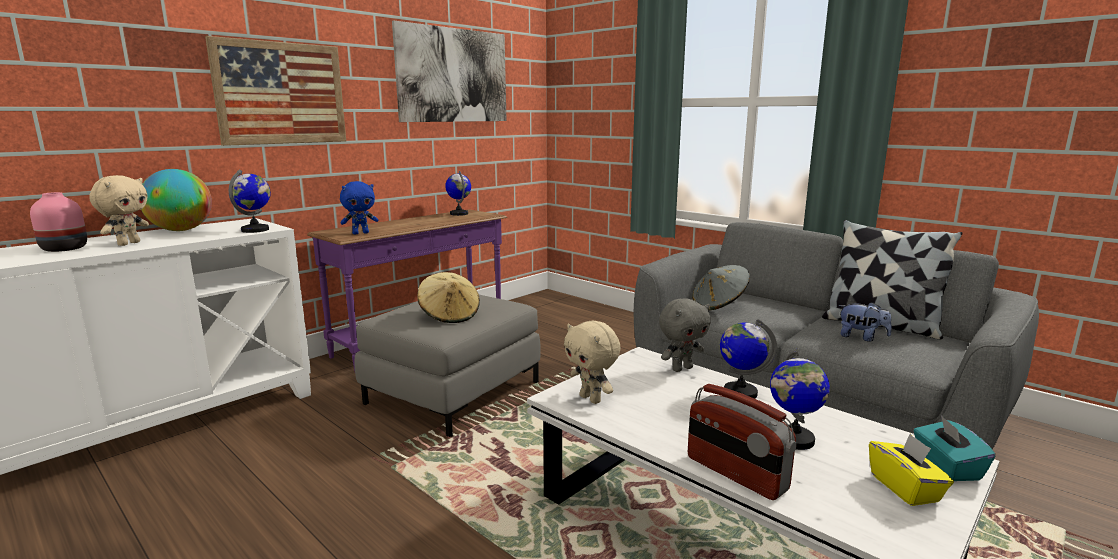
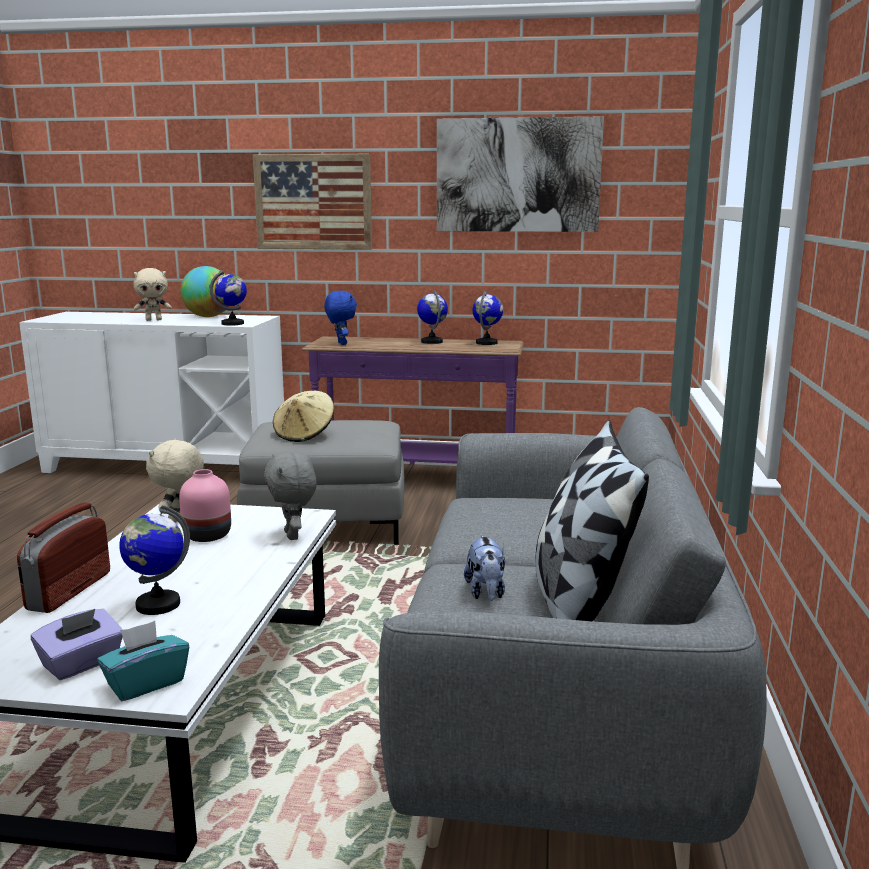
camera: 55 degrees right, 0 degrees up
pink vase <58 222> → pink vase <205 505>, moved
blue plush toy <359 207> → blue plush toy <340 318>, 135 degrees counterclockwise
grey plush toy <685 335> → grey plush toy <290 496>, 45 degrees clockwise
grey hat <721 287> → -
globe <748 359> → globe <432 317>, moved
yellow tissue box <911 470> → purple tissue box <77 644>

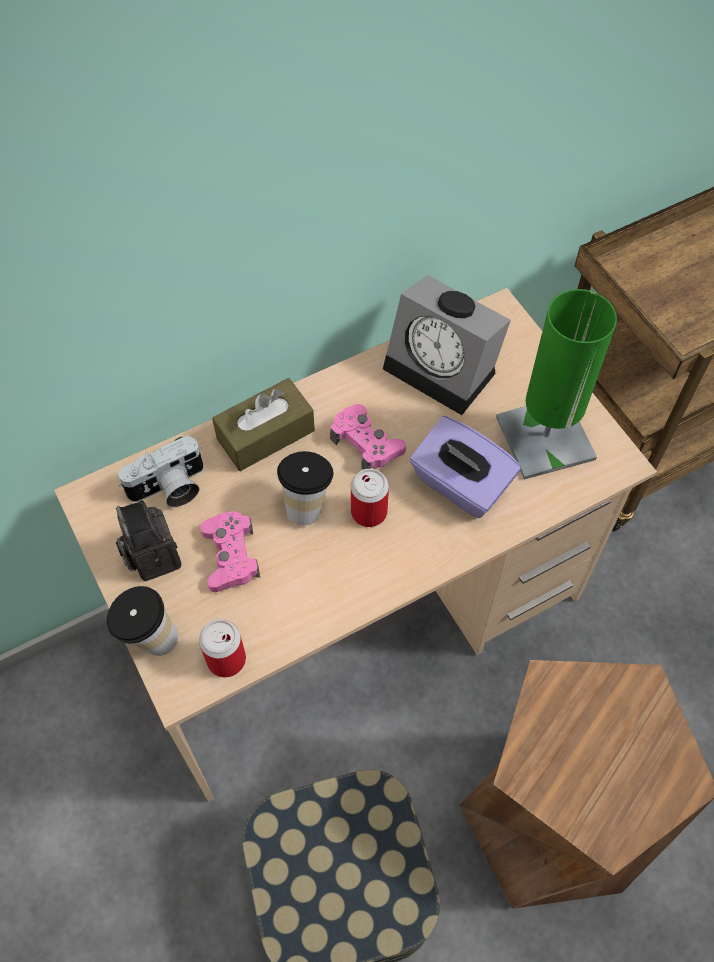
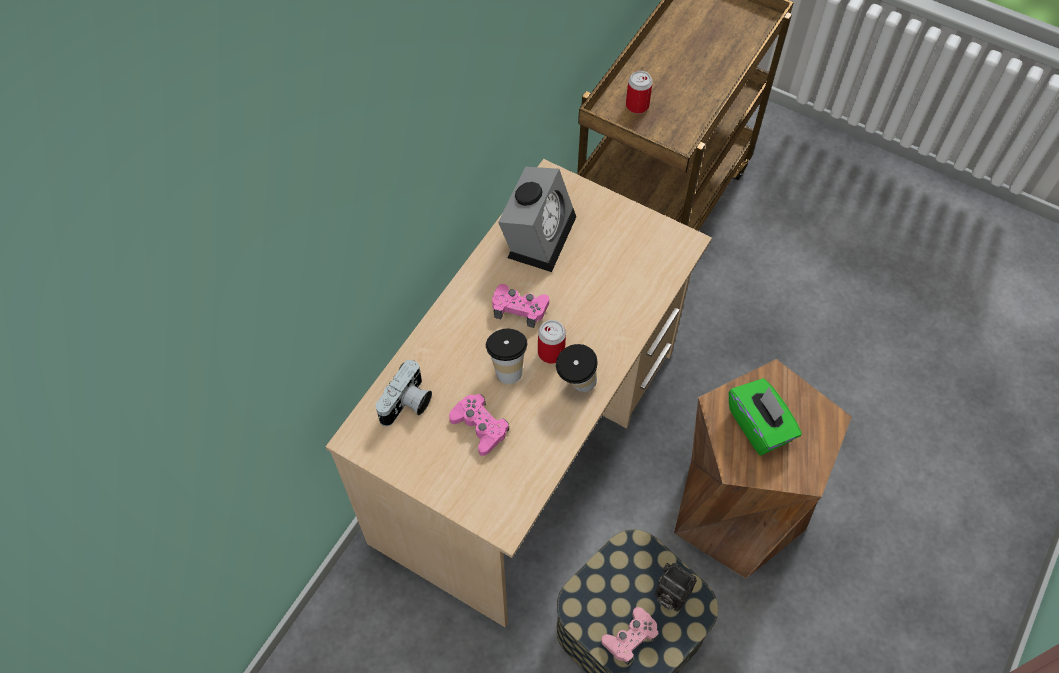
camera: 30 degrees left, 0 degrees up
cup <142 621> → cup <576 368>, moved
photo camera <149 540> → photo camera <676 587>, moved
can <222 648> → can <639 92>, moved
brown tissue box <263 424> → -
alarm clock <447 345> → alarm clock <537 219>, 75 degrees counterclockwise
purple tissue box <465 467> → -
green table lamp <556 384> → -
- → pink game controller <630 636>
- → green tissue box <765 416>

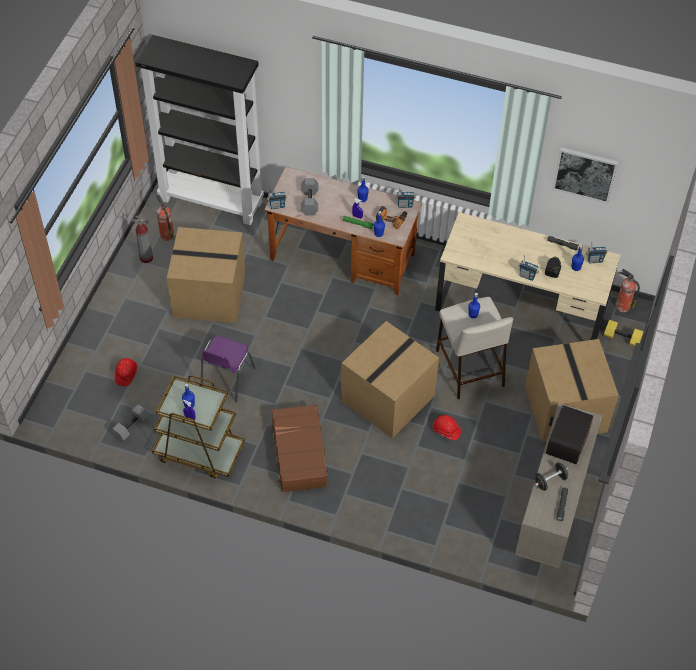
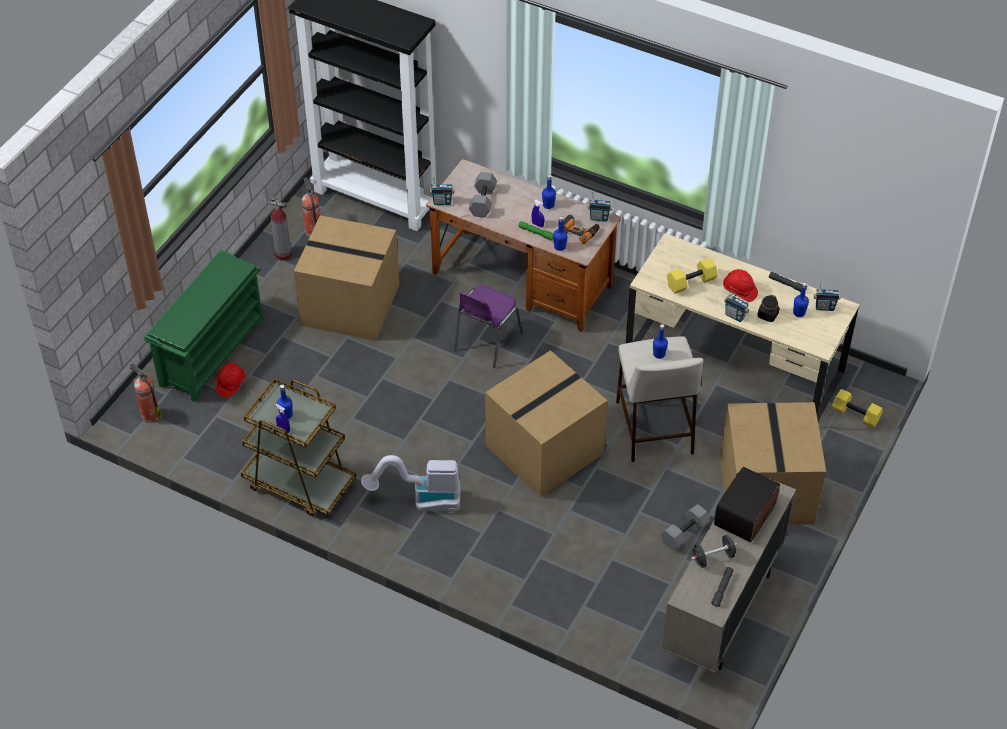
camera: 10 degrees right, 5 degrees down
grey dumbbell <130 423> → grey dumbbell <685 527>, moved
purple chair <228 369> → purple chair <488 326>, moved
brown suitcase <299 448> → vacuum cleaner <411 484>
red hard hat <446 427> → red hard hat <740 285>, moved
picture <585 175> → -
fire extinguisher <628 291> → fire extinguisher <146 393>, moved
- → green shoe rack <204 326>
- → yellow dumbbell <692 276>

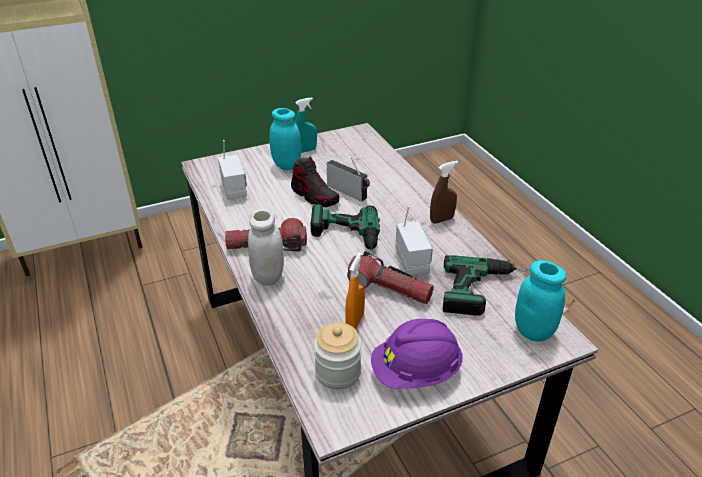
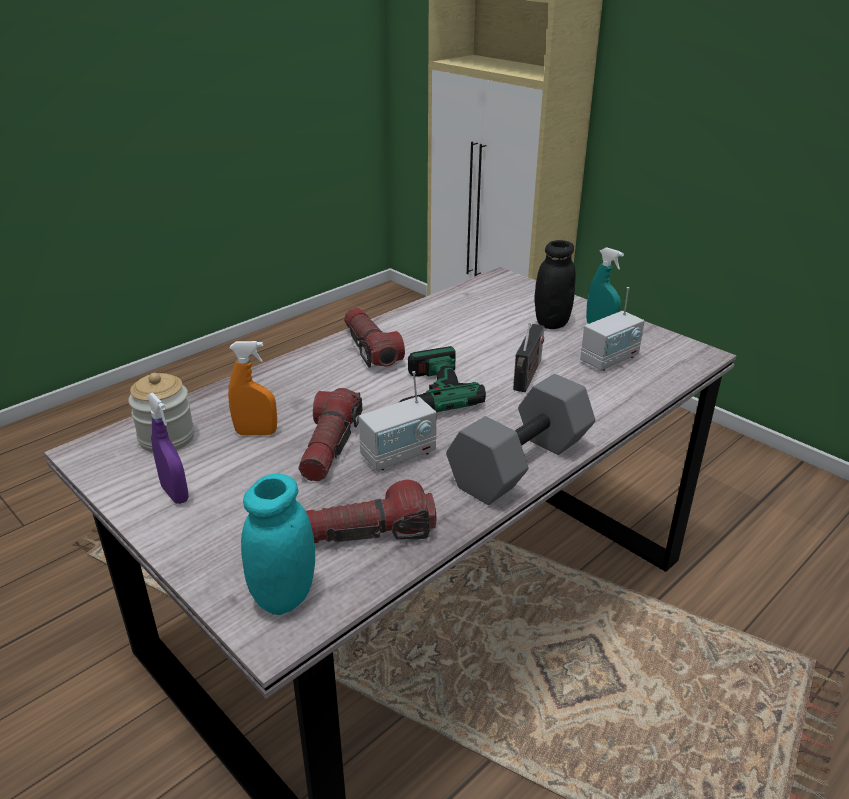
camera: 70 degrees right, 5 degrees down
radio <232 170> → radio <612 329>, moved
white jar <266 247> → -
turquoise jar <285 139> → black jar <555 284>
shoe <315 182> → -
purple hard hat <417 354> → purple spray bottle <168 448>
brown spray bottle <444 192> → grey dumbbell <520 439>
power drill <486 285> → flashlight <371 511>

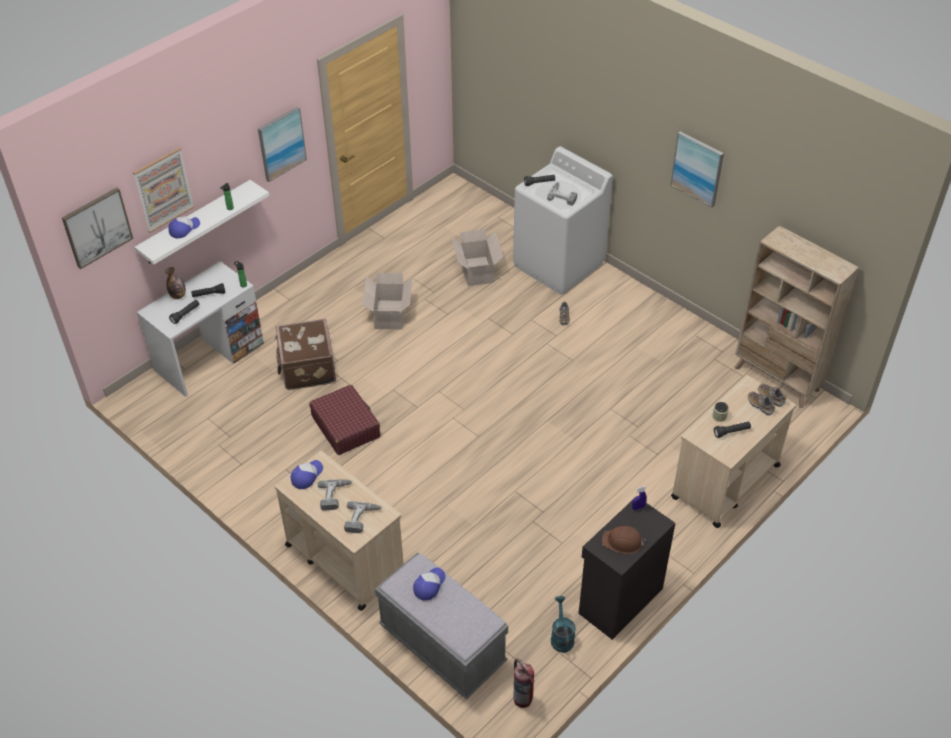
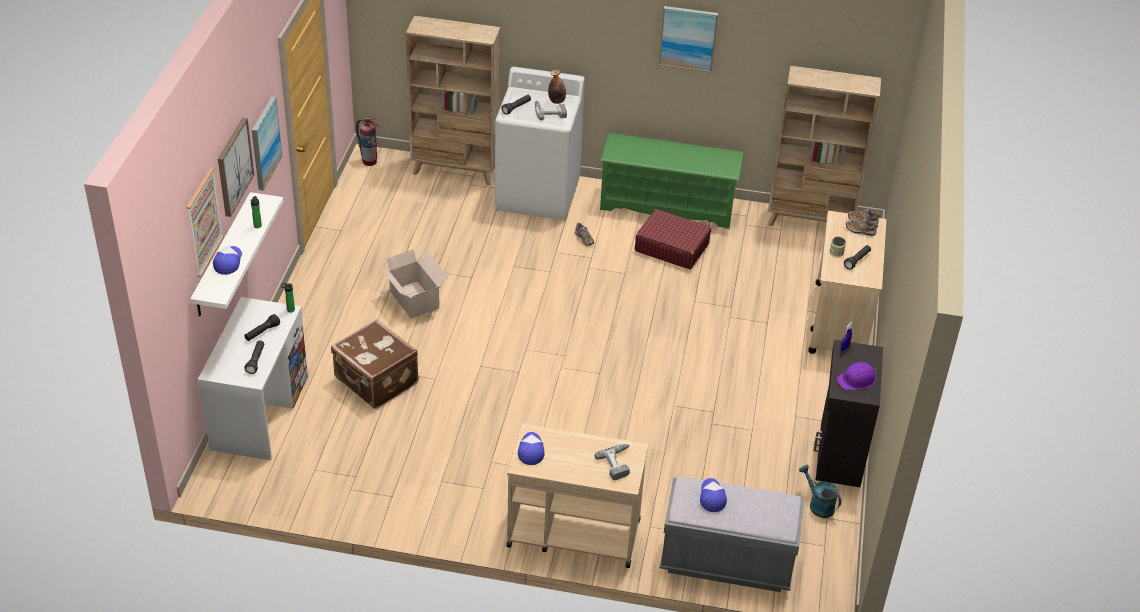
camera: 35 degrees left, 5 degrees down
picture <97 228> → picture <236 167>, moved
bottle <175 283> → bottle <557 86>, moved
red suitcase <345 420> → red suitcase <673 239>, moved
power drill <335 495> → -
cardboard box <477 257> → -
fire extinguisher <523 683> → fire extinguisher <367 141>, moved
brown hard hat <624 540> → purple hard hat <856 376>
- → beige bookcase <453 100>
- → green shoe rack <672 181>

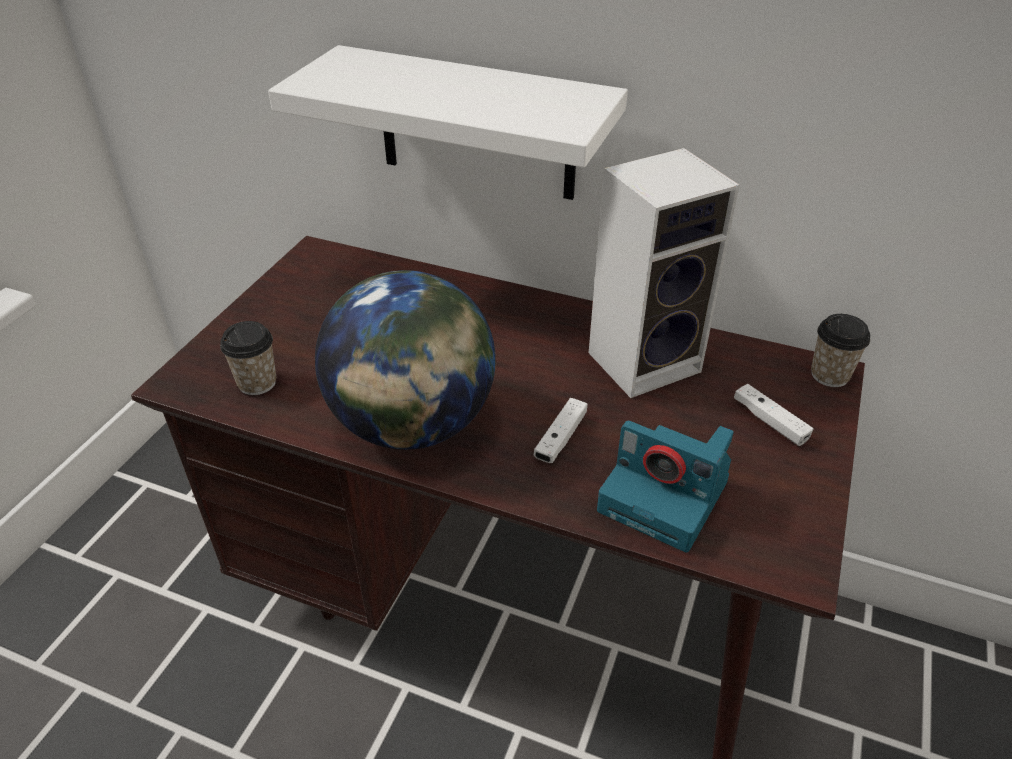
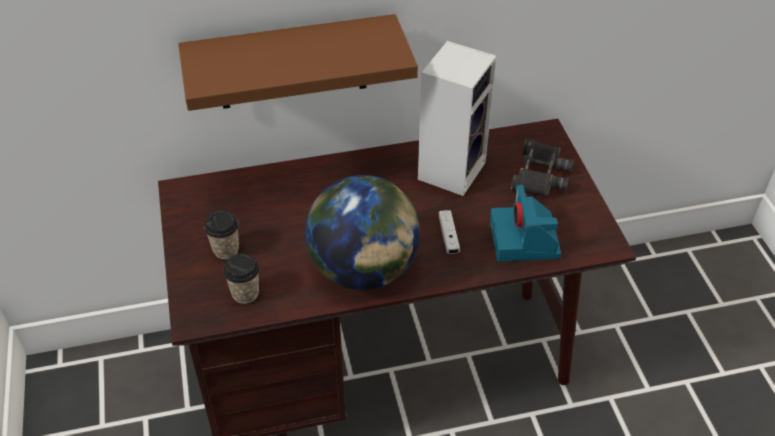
camera: 35 degrees left, 5 degrees up
white shelf <448 122> → brown shelf <298 62>
photo camera <665 487> → photo camera <525 223>, 90 degrees clockwise
white game controller <774 415> → black binoculars <542 168>
cup <840 350> → cup <221 234>, moved

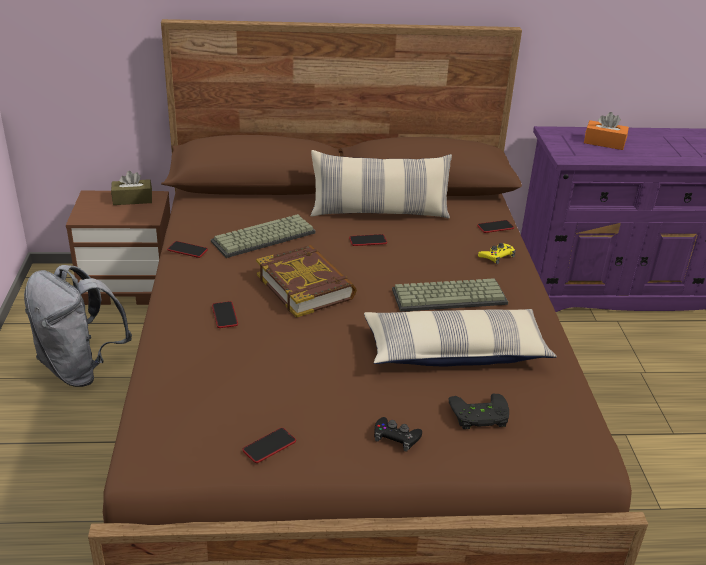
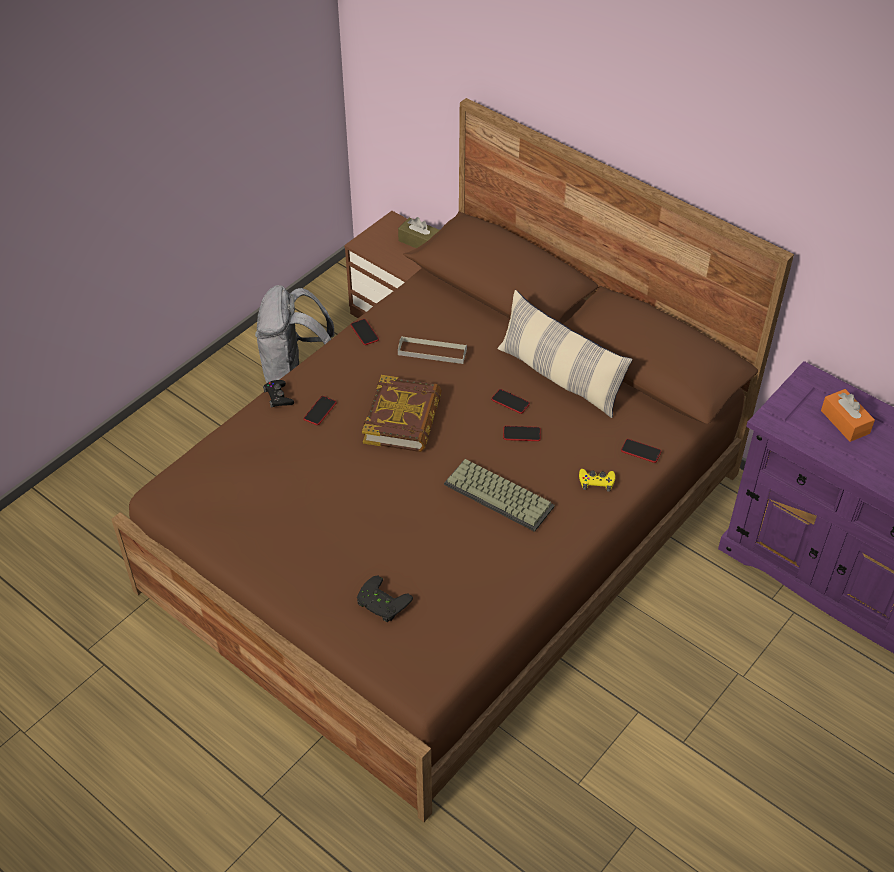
camera: 45 degrees right, 15 degrees up
keyboard <263 236> → grey tray <432 350>
phone <269 445> → phone <522 433>, moved
pillow <460 338> → -
black game controller <398 434> → black game controller <278 394>, moved

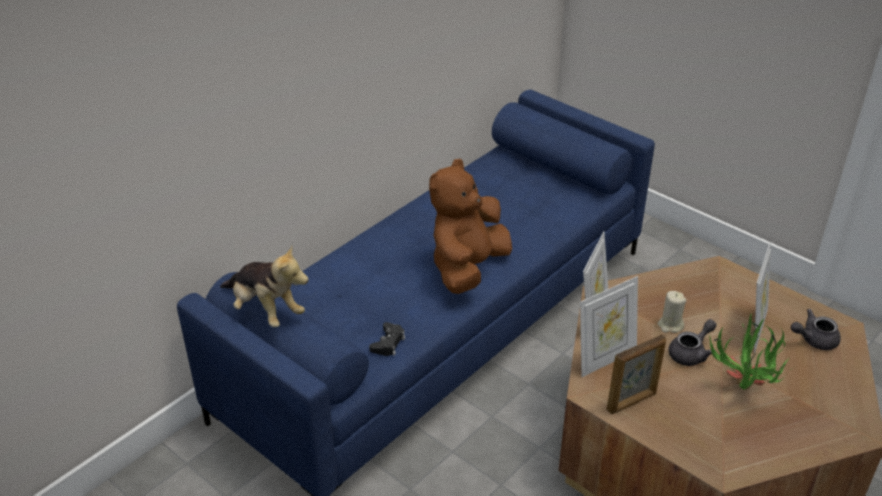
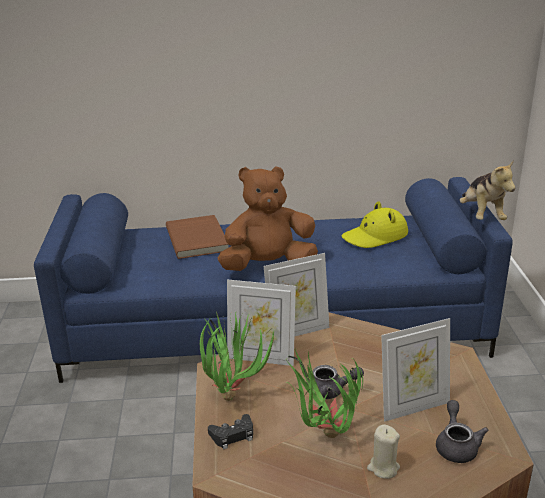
camera: 45 degrees right, 10 degrees down
plush toy <264 286> → plush toy <487 190>, moved
black game controller <387 339> → black game controller <230 431>, moved
picture frame <636 374> → potted plant <237 356>
beige candle <671 312> → beige candle <383 451>, moved
grey teapot <816 329> → grey teapot <462 431>, 60 degrees clockwise
- → brown book <197 237>
- → yellow hat <374 224>

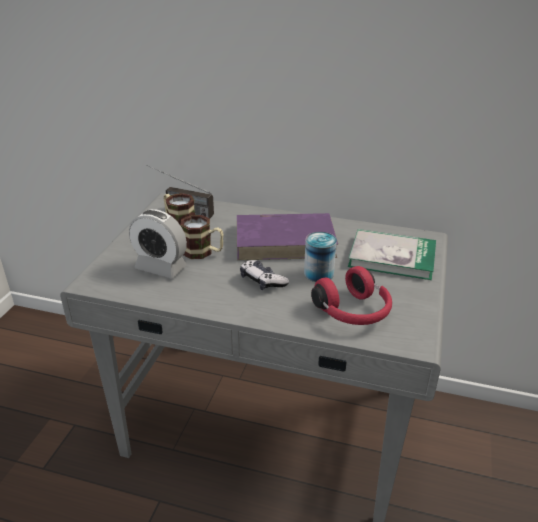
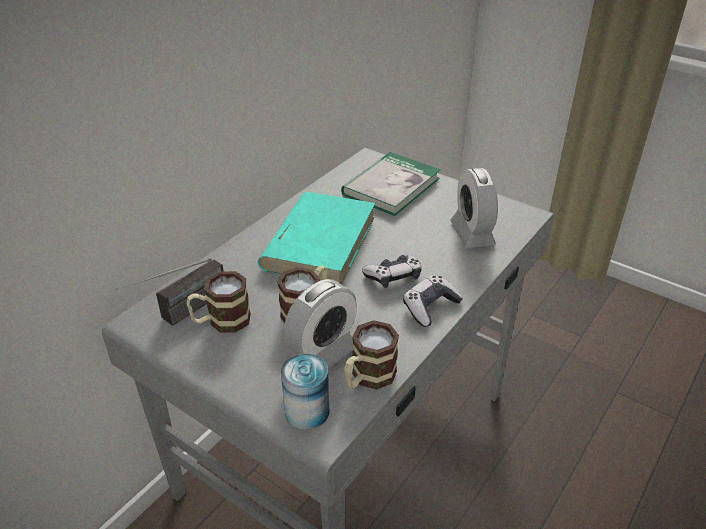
camera: 70 degrees left, 5 degrees up
purple book <287 236> → turquoise book <316 238>
can <320 257> → can <305 392>, moved
red headphones <351 295> → alarm clock <474 208>
- → mug <371 354>
- → game controller <433 301>

